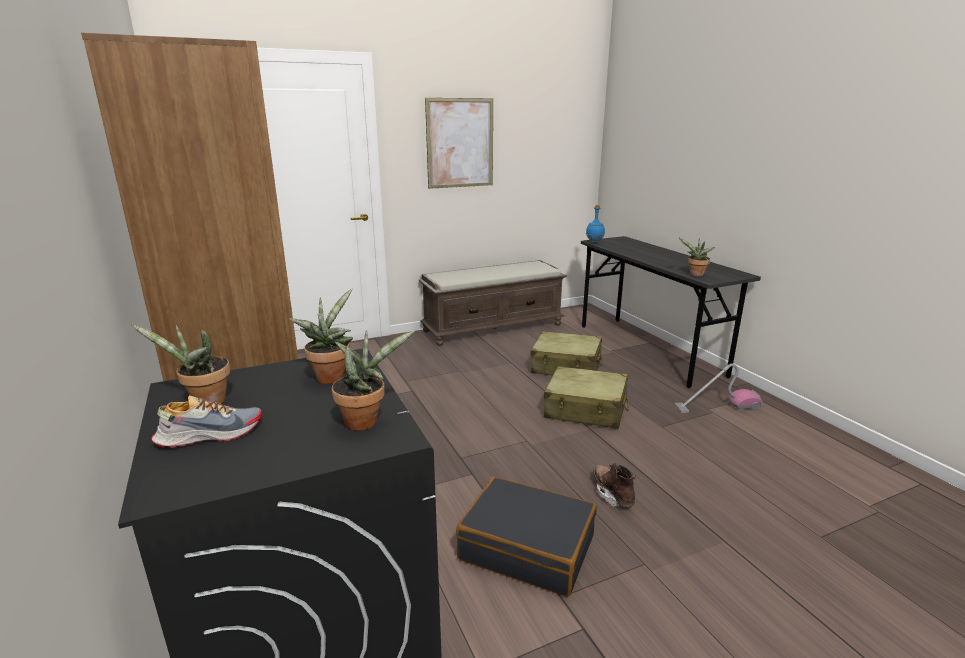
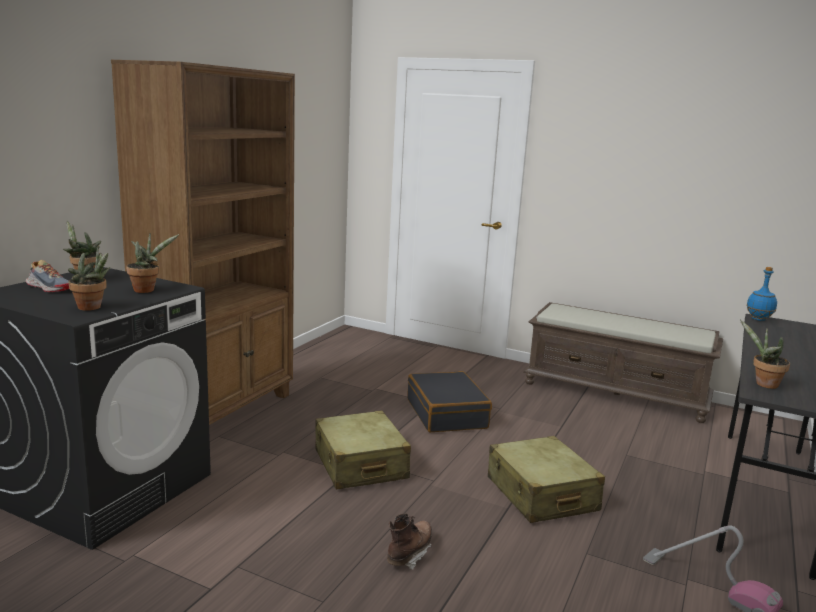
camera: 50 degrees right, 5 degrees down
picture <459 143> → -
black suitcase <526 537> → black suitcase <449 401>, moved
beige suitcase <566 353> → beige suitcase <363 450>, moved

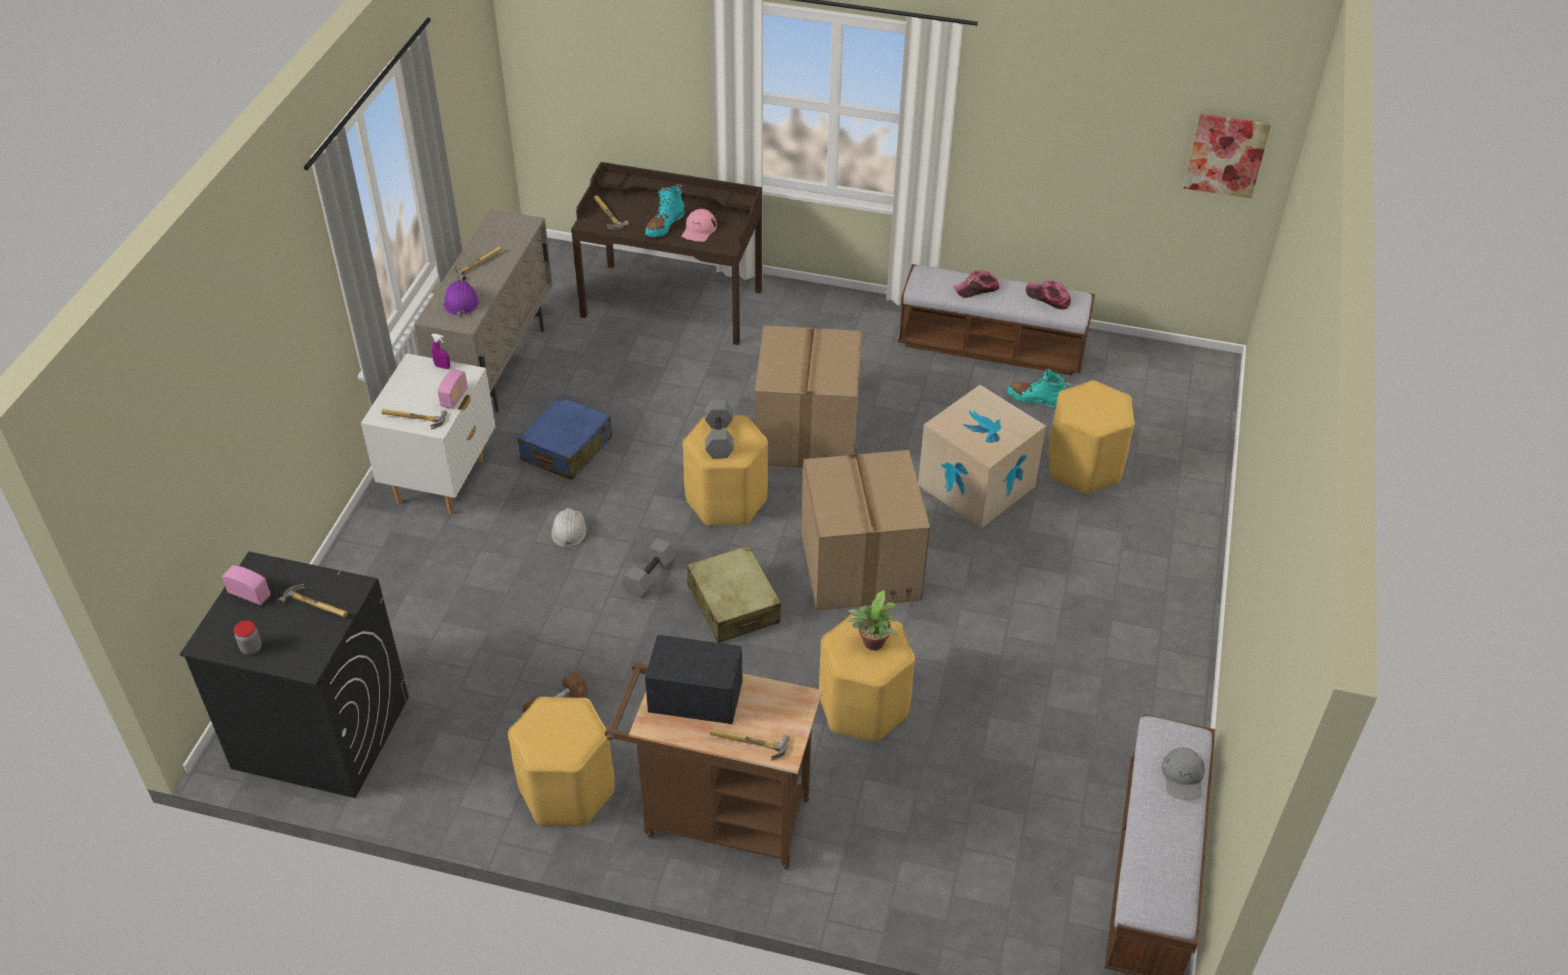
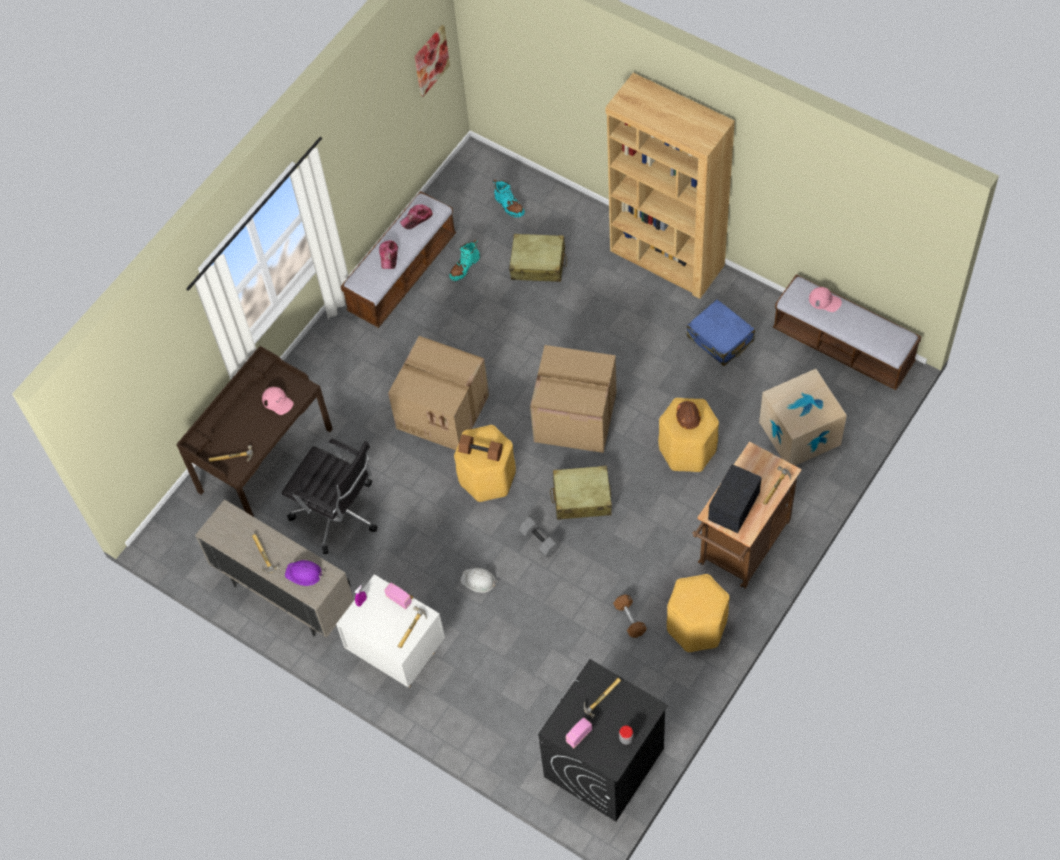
camera: 65 degrees left, 15 degrees up
blue suitcase <565 438> → blue suitcase <721 332>, moved
turquoise boot <665 210> → turquoise boot <509 198>, moved
grey dumbbell <719 429> → brown dumbbell <480 447>
potted plant <872 620> → brown hard hat <688 415>
cardboard box <982 456> → cardboard box <803 417>, moved
yellow stool <1091 437> → beige suitcase <538 258>
grey cap <1183 773> → pink cap <825 299>
- → black office chair <329 496>
- → brown bookcase <670 186>

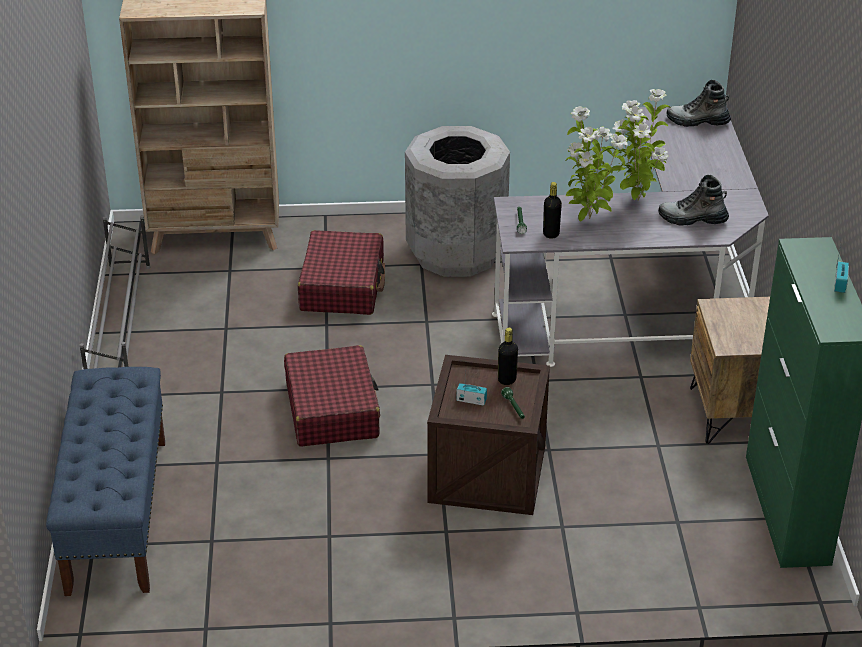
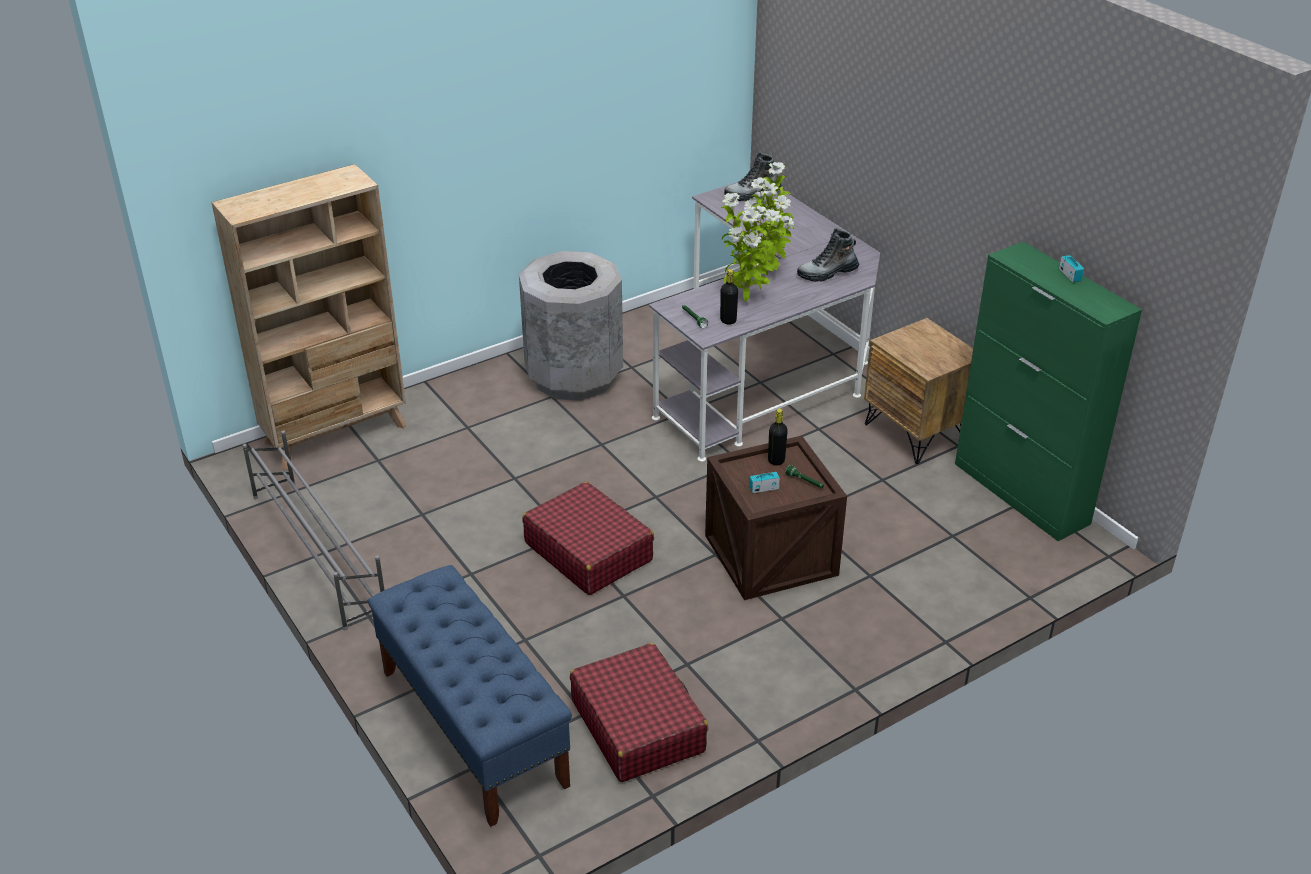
camera: 30 degrees left, 0 degrees up
red suitcase <341 272> → red suitcase <639 712>, moved

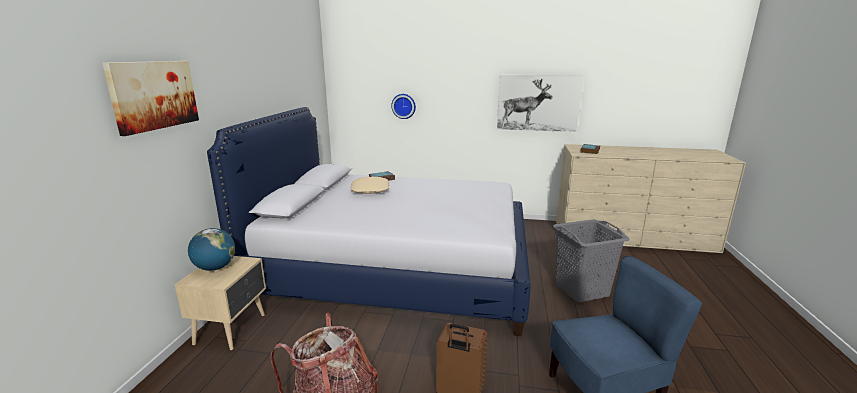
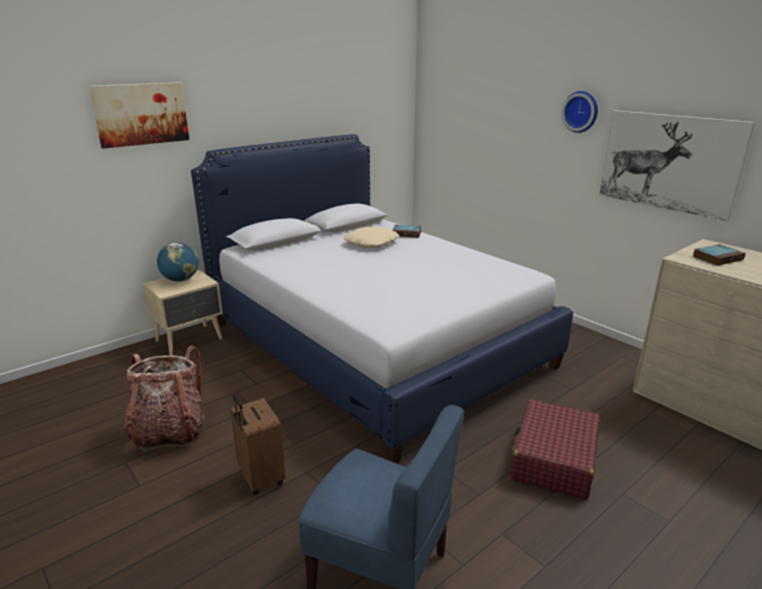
camera: 40 degrees right, 5 degrees up
wall clock <403 106> → wall clock <579 112>, moved
grey laundry basket <591 260> → red suitcase <554 449>

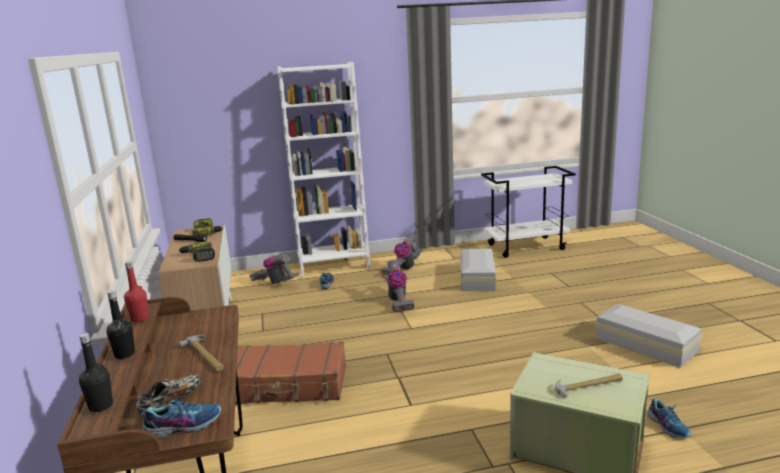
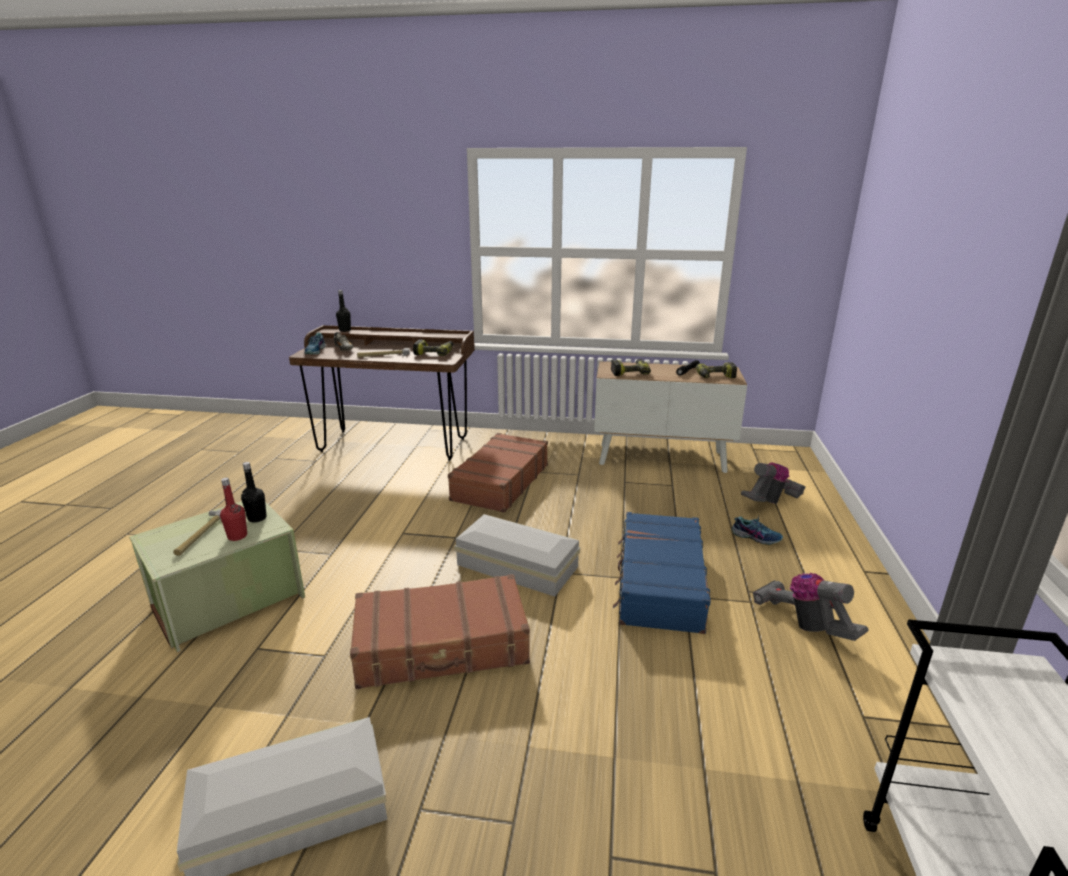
camera: 110 degrees right, 5 degrees up
black bottle <120 324> → black bottle <254 492>, moved
red bottle <136 291> → red bottle <233 509>, moved
white bookcase <324 170> → -
vacuum cleaner <400 285> → blue suitcase <662 573>
white storage box <478 270> → white storage box <517 555>, moved
shoe <669 418> → -
- → brown suitcase <440 631>
- → power drill <433 348>

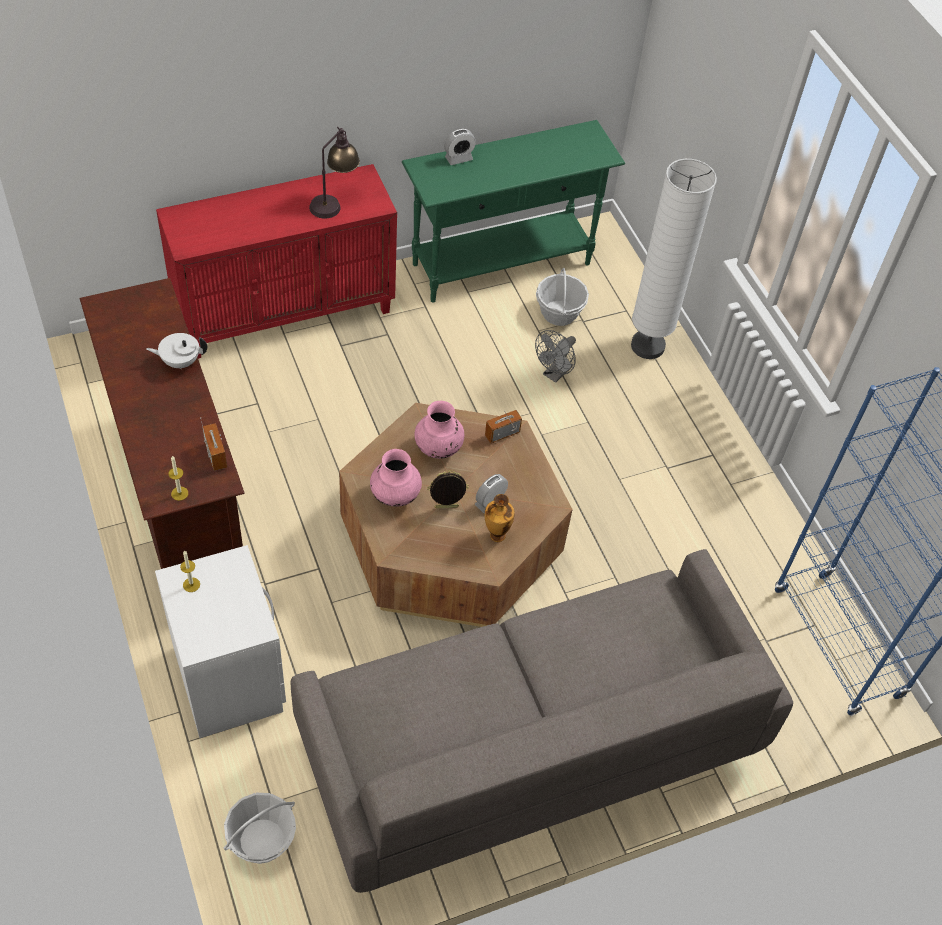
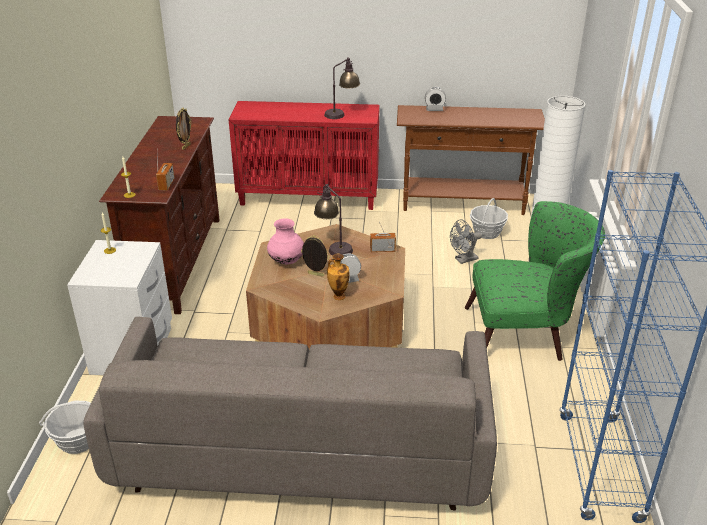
camera: 30 degrees right, 20 degrees down
white teapot <176 351> → picture frame <184 129>
green console table <513 211> → brown console table <471 160>
pink vase <439 430> → table lamp <333 220>
- → green armchair <535 281>

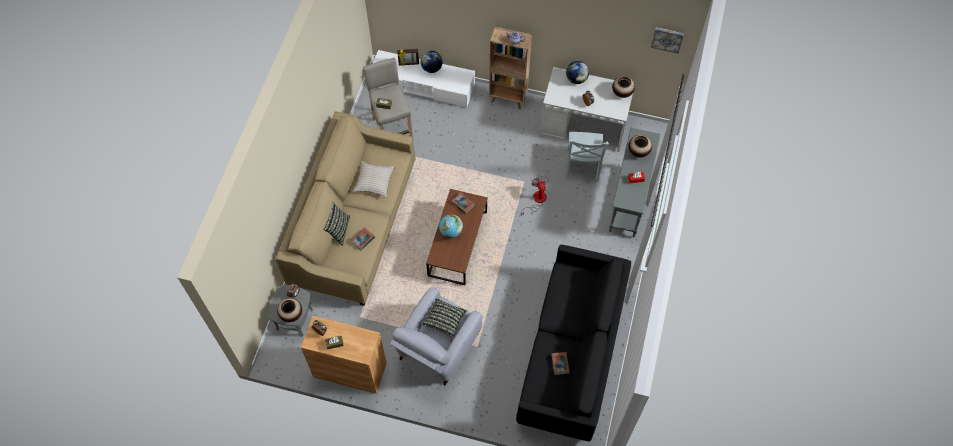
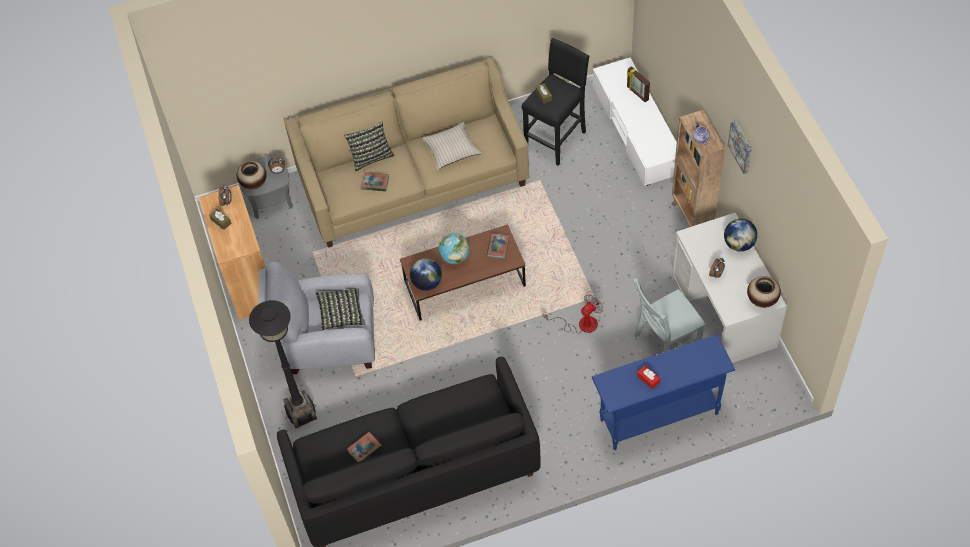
camera: 60 degrees right, 5 degrees down
beige stool <388 97> → black stool <555 102>
globe <432 62> → globe <426 275>, moved
grey console table <634 183> → blue console table <663 392>
vase <640 146> → -
picture <667 40> → picture <740 147>, moved
- → black floor lamp <283 364>

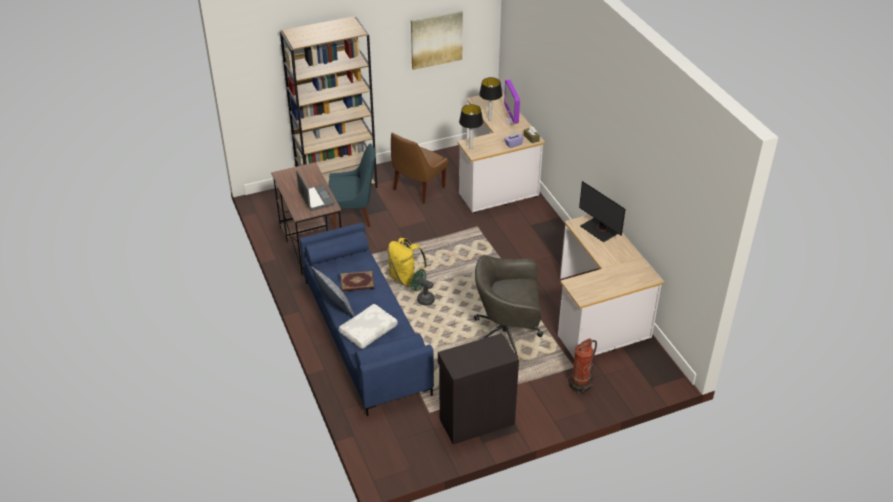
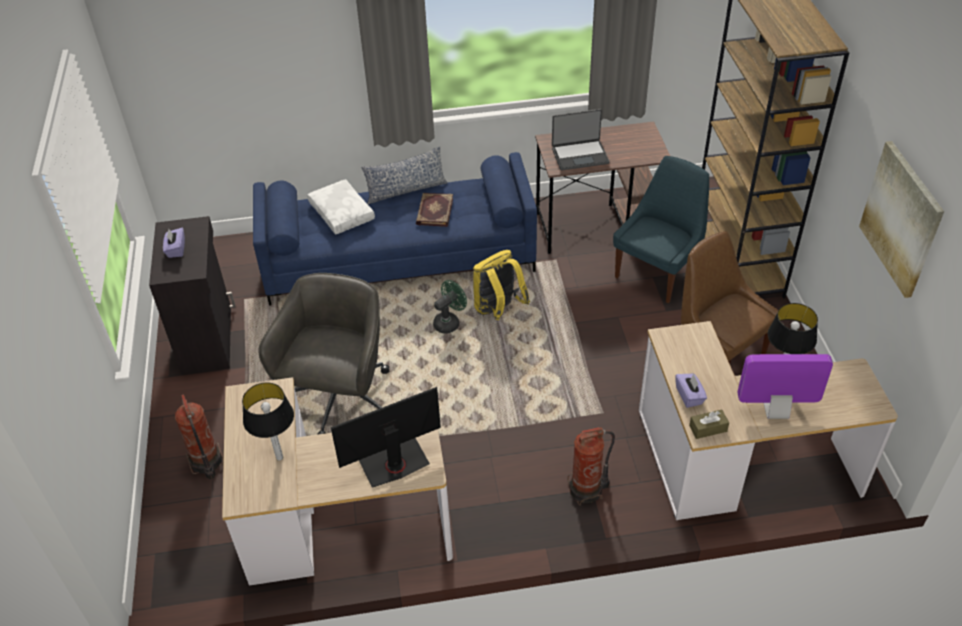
camera: 105 degrees right, 5 degrees up
blue chair <352 186> → blue chair <661 229>, 150 degrees counterclockwise
table lamp <471 126> → table lamp <268 422>, moved
- → purple tissue box <174 243>
- → fire extinguisher <591 466>

